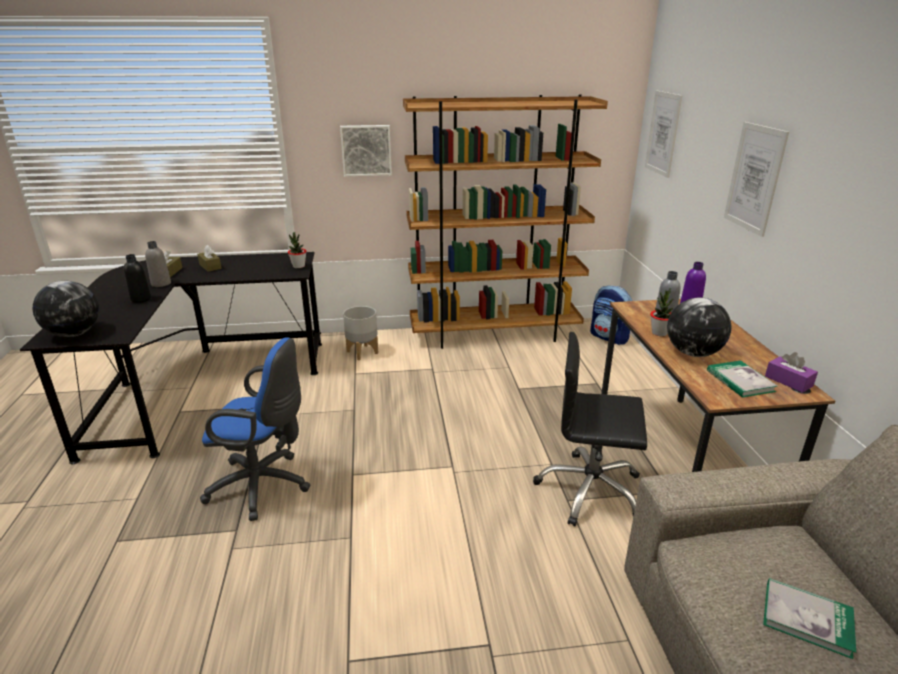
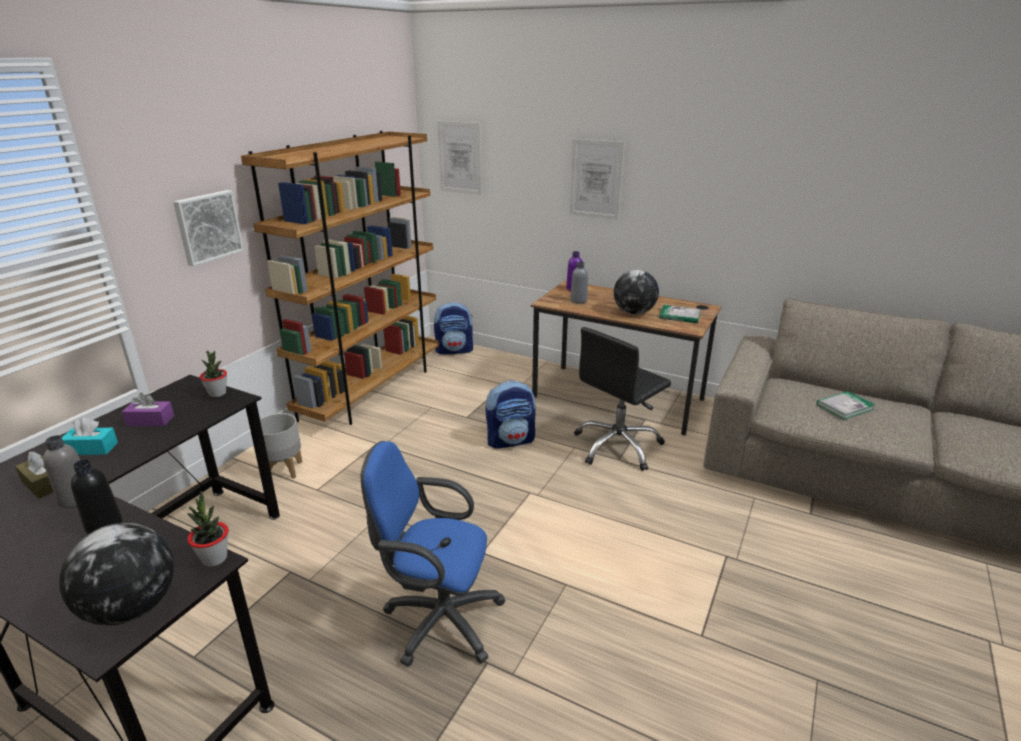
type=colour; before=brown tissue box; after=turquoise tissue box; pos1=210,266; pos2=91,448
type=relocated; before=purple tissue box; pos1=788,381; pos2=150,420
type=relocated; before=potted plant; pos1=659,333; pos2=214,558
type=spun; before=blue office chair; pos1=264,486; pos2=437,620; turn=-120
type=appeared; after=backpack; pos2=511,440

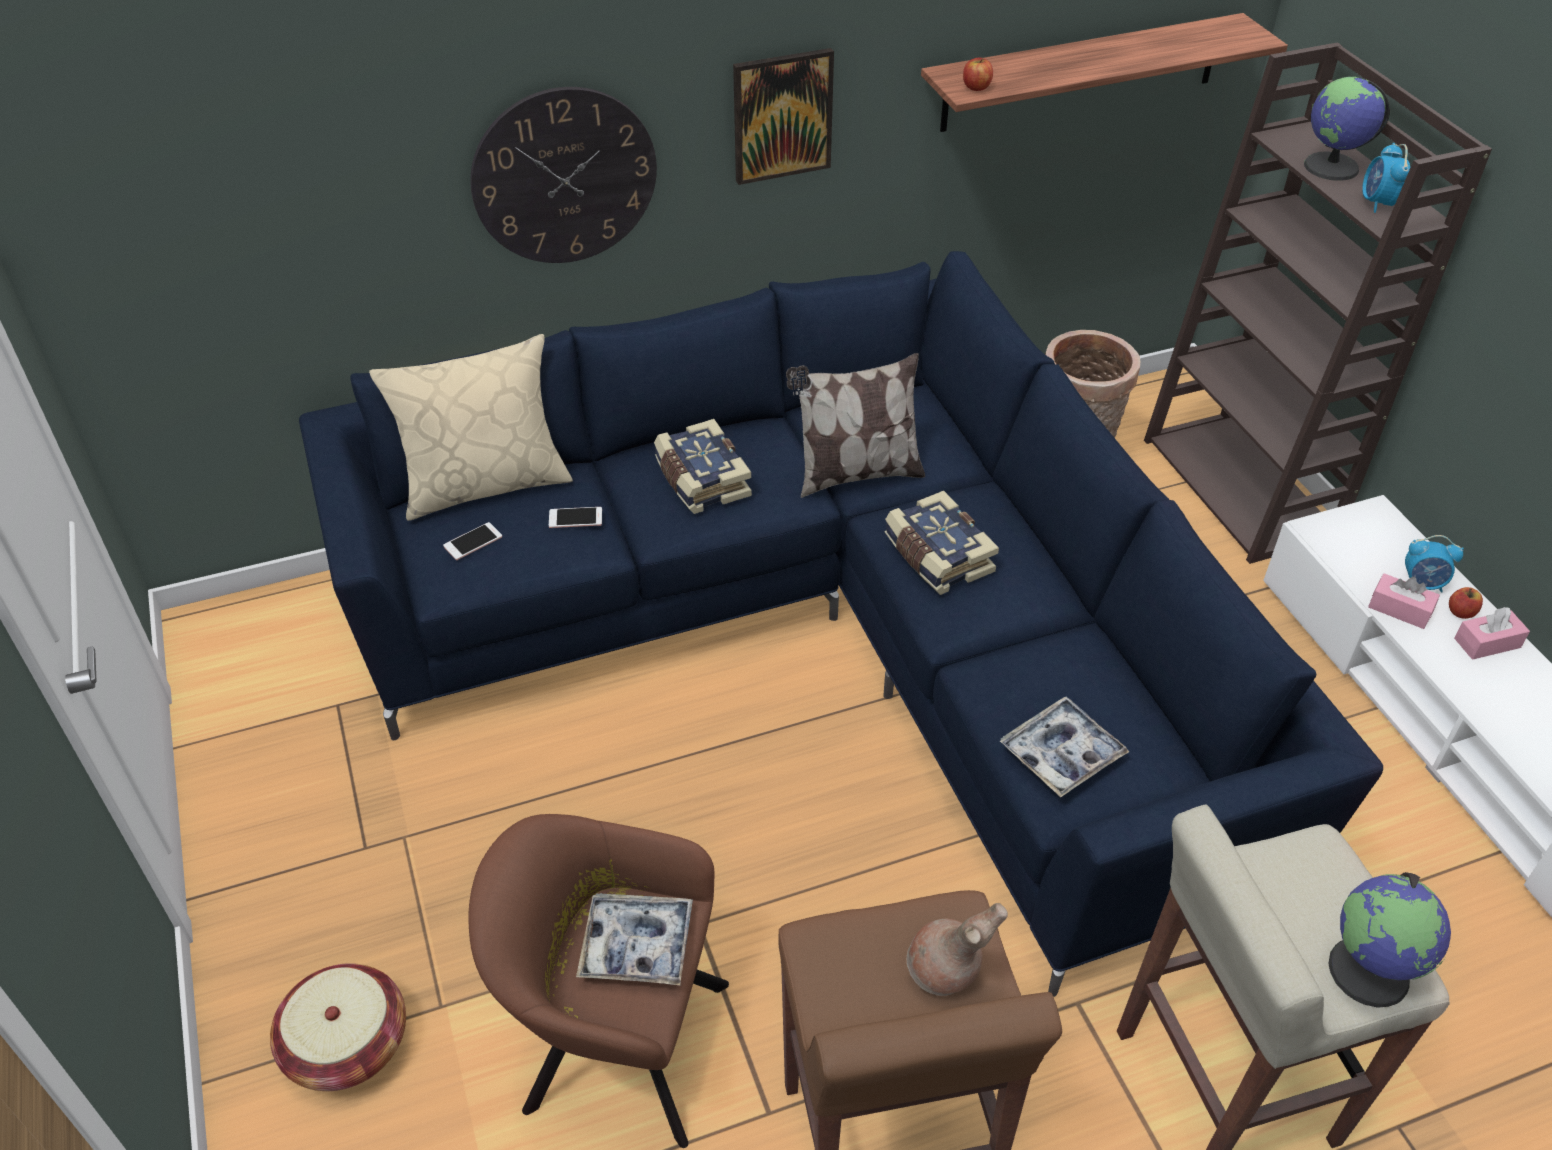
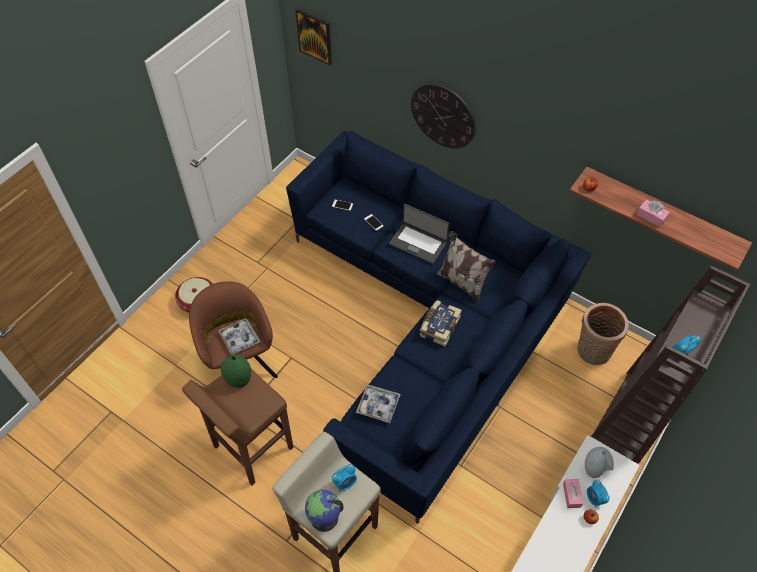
type=appeared; after=green vase; pos2=239,380
type=relocated; before=picture; pos1=782,116; pos2=314,36
type=appeared; after=alarm clock; pos2=345,483
type=exchanged; before=book; after=laptop; pos1=700,480; pos2=418,243
type=appeared; after=grey vase; pos2=595,469
type=relocated; before=pink tissue box; pos1=1487,643; pos2=651,217
type=missing; before=beige pillow; pos1=485,484
type=missing; before=brown vase; pos1=944,974
type=missing; before=globe; pos1=1331,167

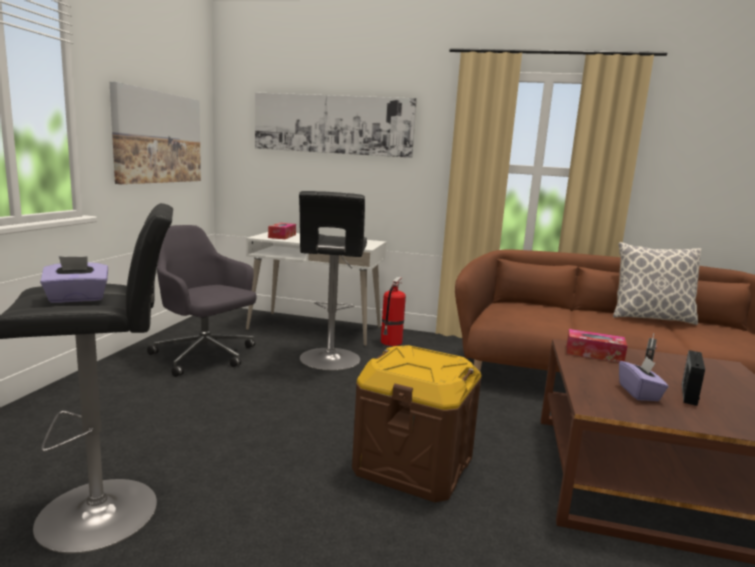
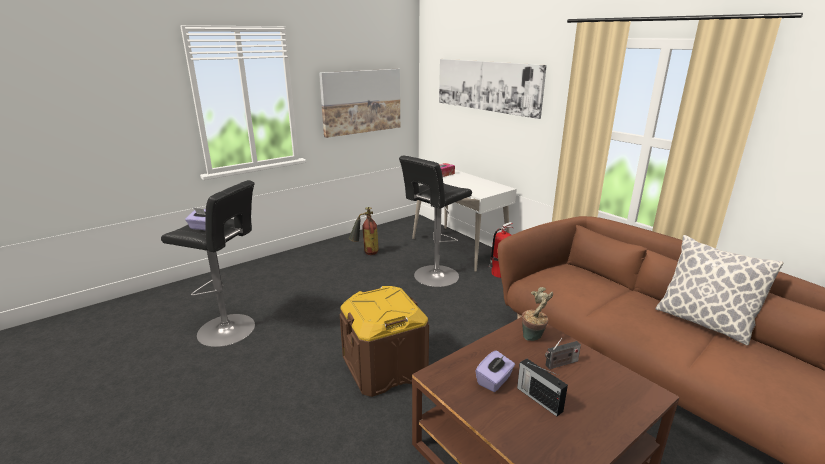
type=exchanged; before=grey office chair; after=fire extinguisher; pos1=205,356; pos2=365,253
type=spun; before=radio; pos1=689,393; pos2=538,398; turn=-105
type=exchanged; before=tissue box; after=potted plant; pos1=594,354; pos2=534,337

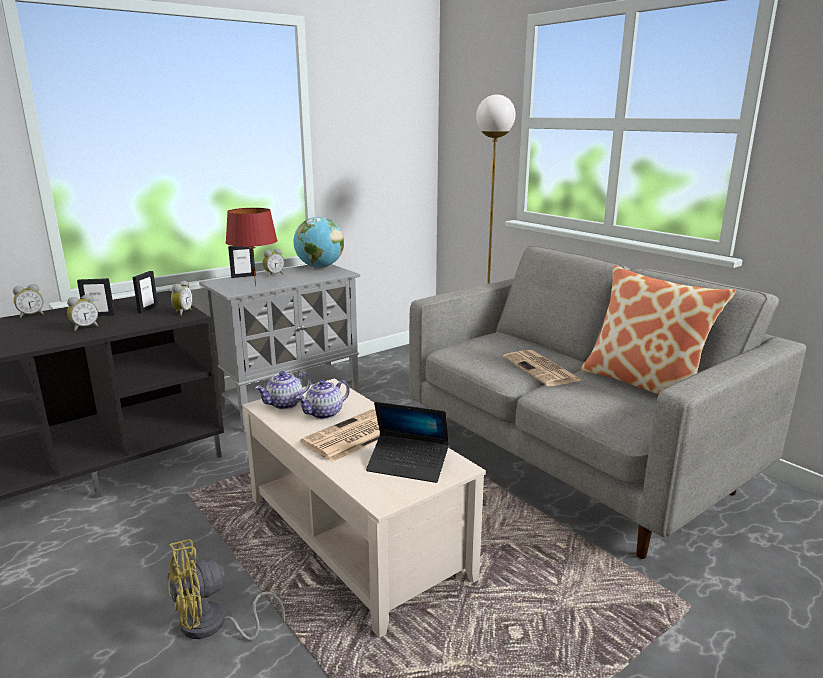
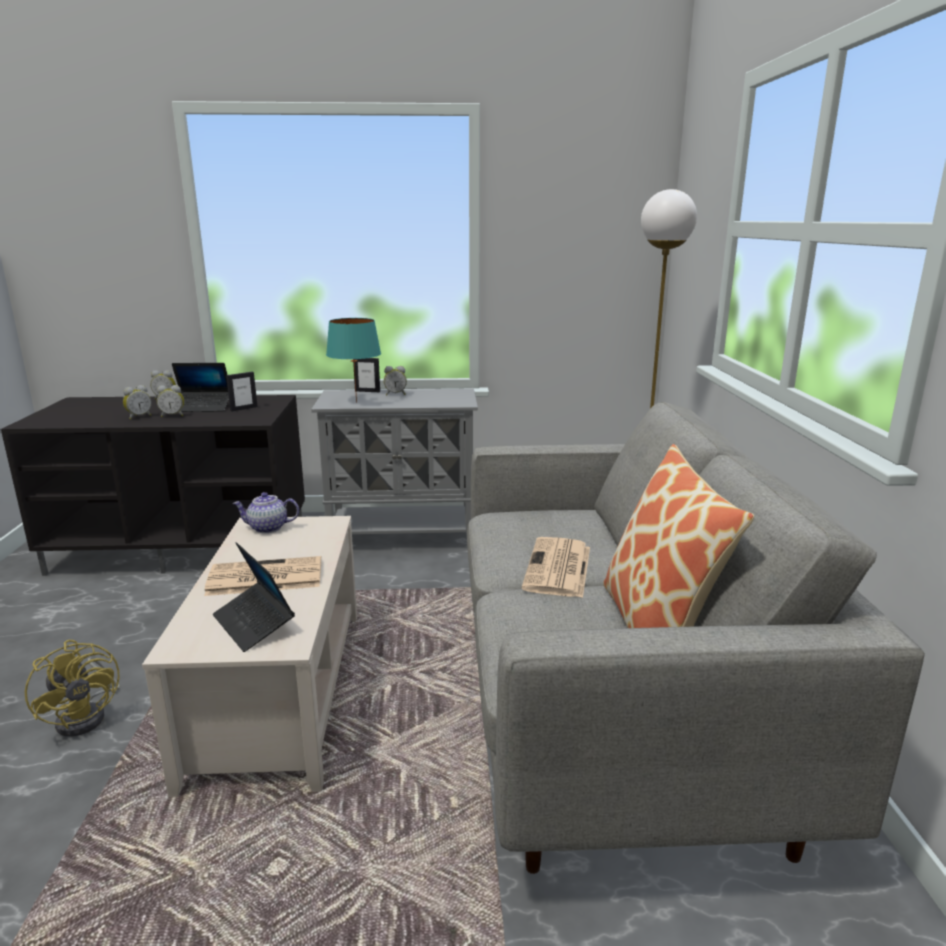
type=spun; before=yellow fan; pos1=212,626; pos2=88,715; turn=-135
type=relocated; before=alarm clock; pos1=182,312; pos2=139,416
type=exchanged; before=picture frame; after=laptop; pos1=99,315; pos2=202,407
type=colour; before=red table lamp; after=turquoise table lamp; pos1=255,285; pos2=356,402
type=missing; before=globe; pos1=319,267
type=missing; before=teapot; pos1=324,413

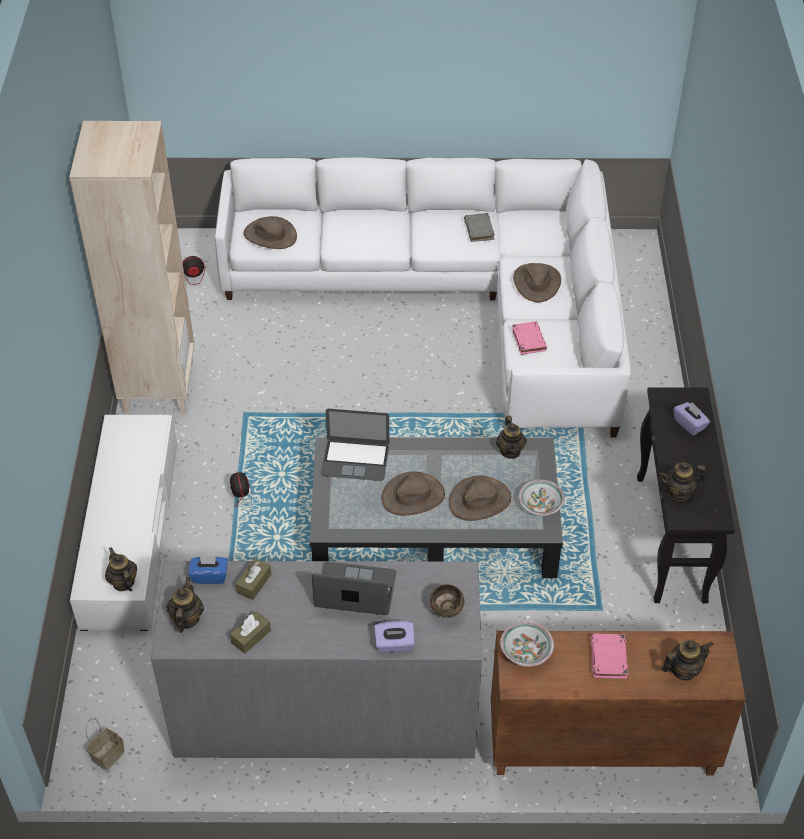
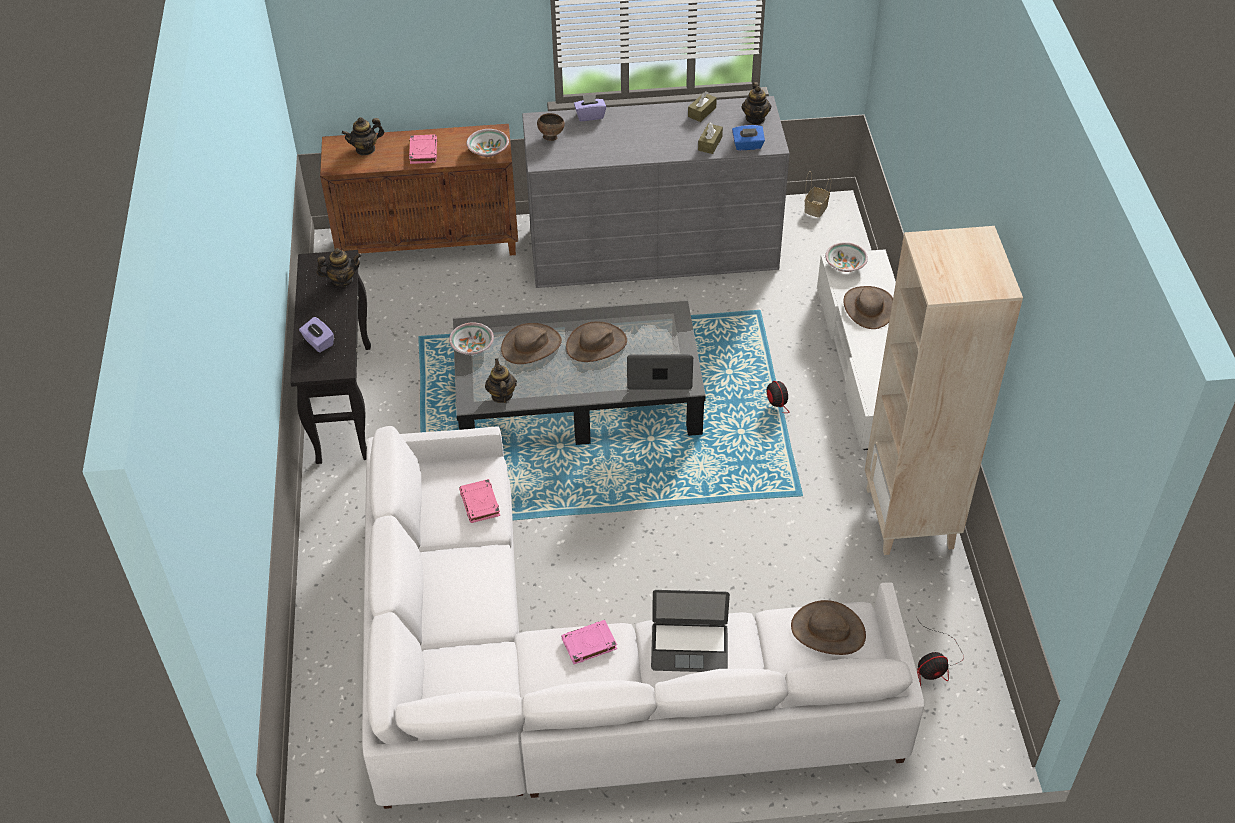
type=appeared; after=pink book; pos2=588,644
type=relocated; before=laptop; pos1=355,590; pos2=689,646
type=exchanged; before=teapot; after=bowl; pos1=123,582; pos2=845,265
type=relocated; before=brown hat; pos1=536,283; pos2=868,308
type=missing; before=grey book; pos1=479,230

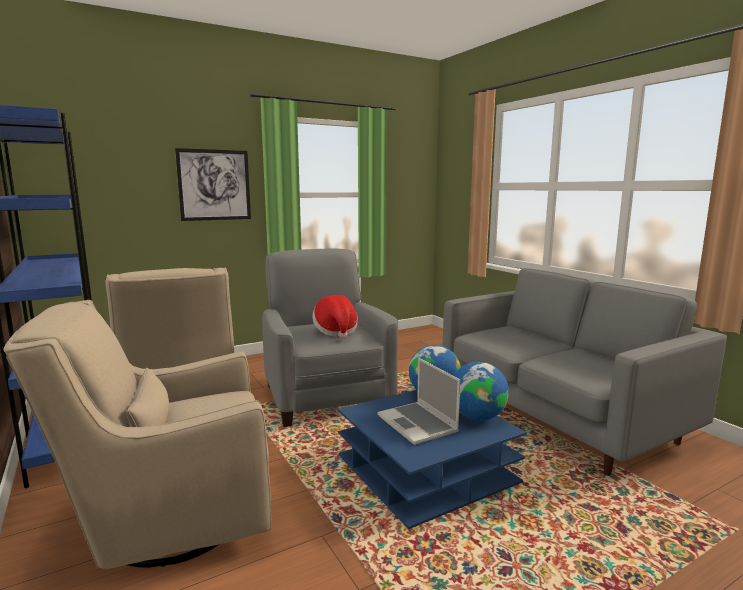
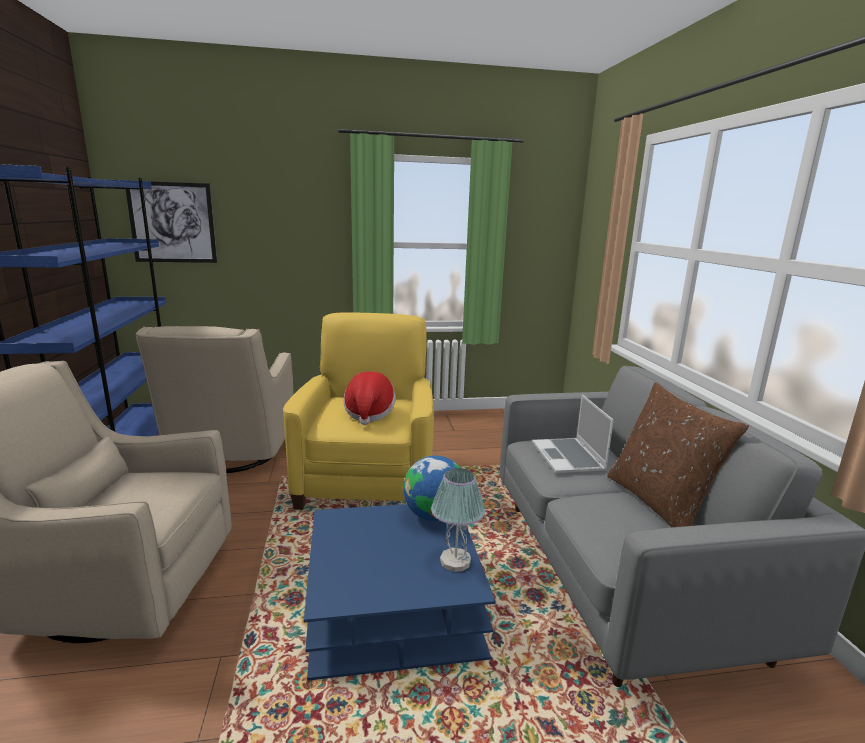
type=relocated; before=picture; pos1=214,185; pos2=172,222
type=colour; before=grey armchair; after=yellow armchair; pos1=326,396; pos2=367,480
type=exchanged; before=globe; after=table lamp; pos1=477,417; pos2=454,561
type=relocated; before=laptop; pos1=418,424; pos2=569,458
type=appeared; after=brown pillow; pos2=659,503

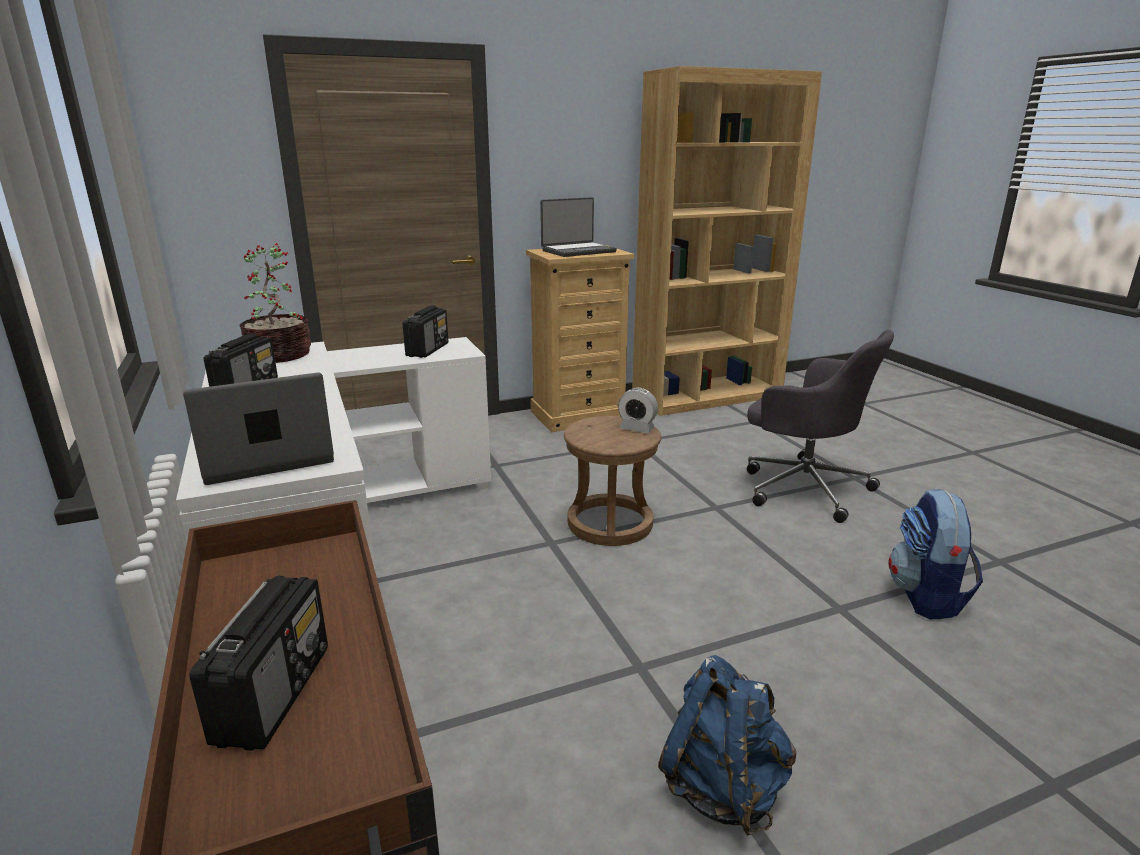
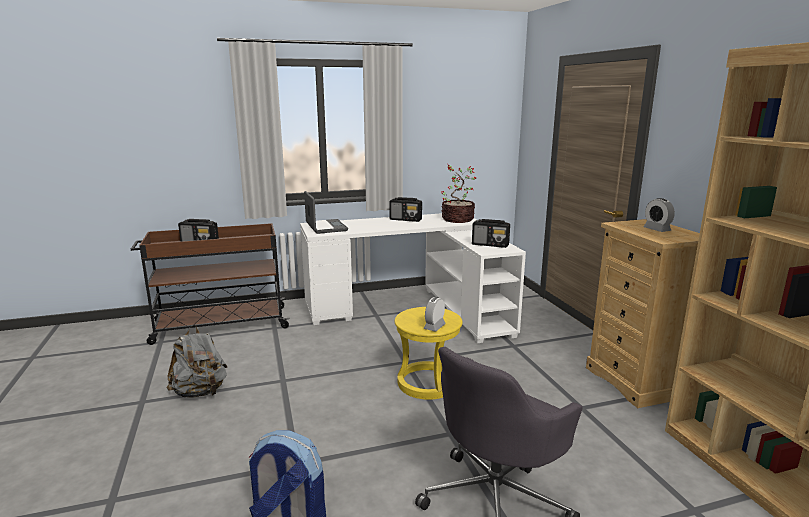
type=colour; before=blue backpack; after=grey backpack; pos1=723,787; pos2=200,392
type=colour; before=brown stool; after=yellow stool; pos1=610,523; pos2=427,383
type=exchanged; before=laptop; after=alarm clock; pos1=578,251; pos2=656,229

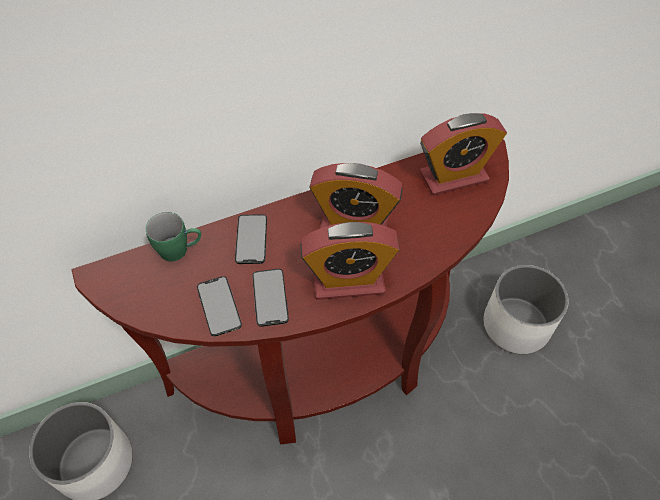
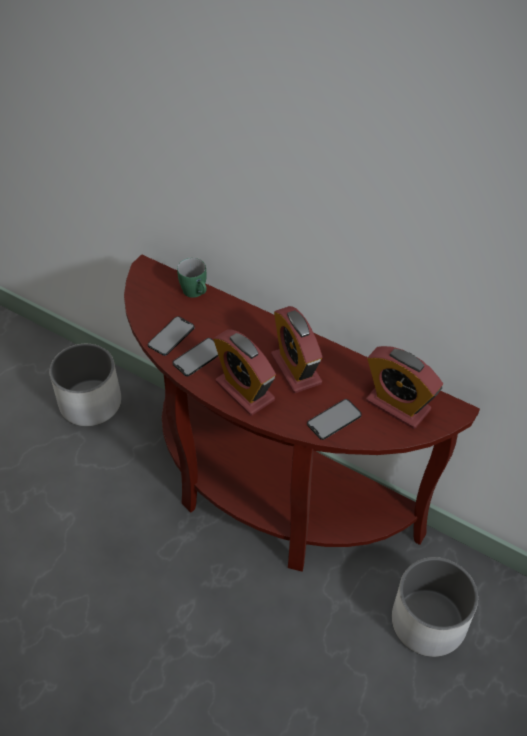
type=relocated; before=phone; pos1=251,239; pos2=334,419

